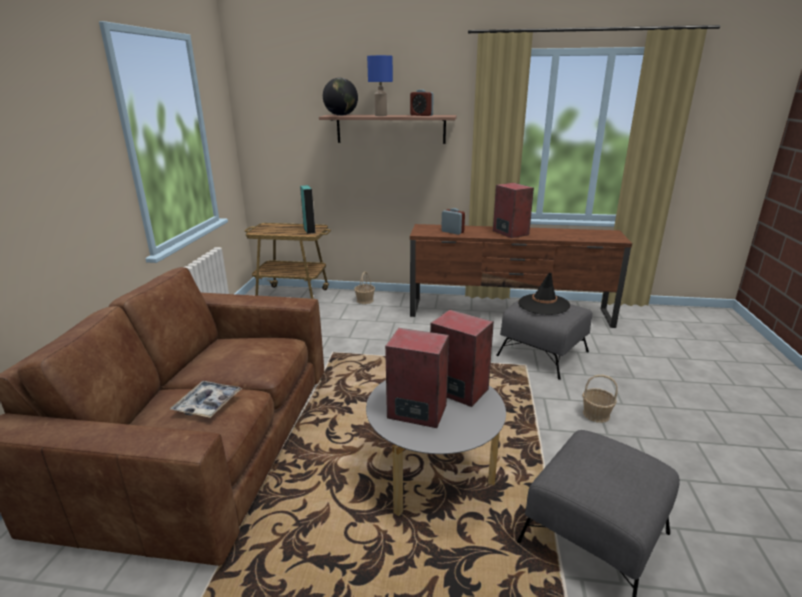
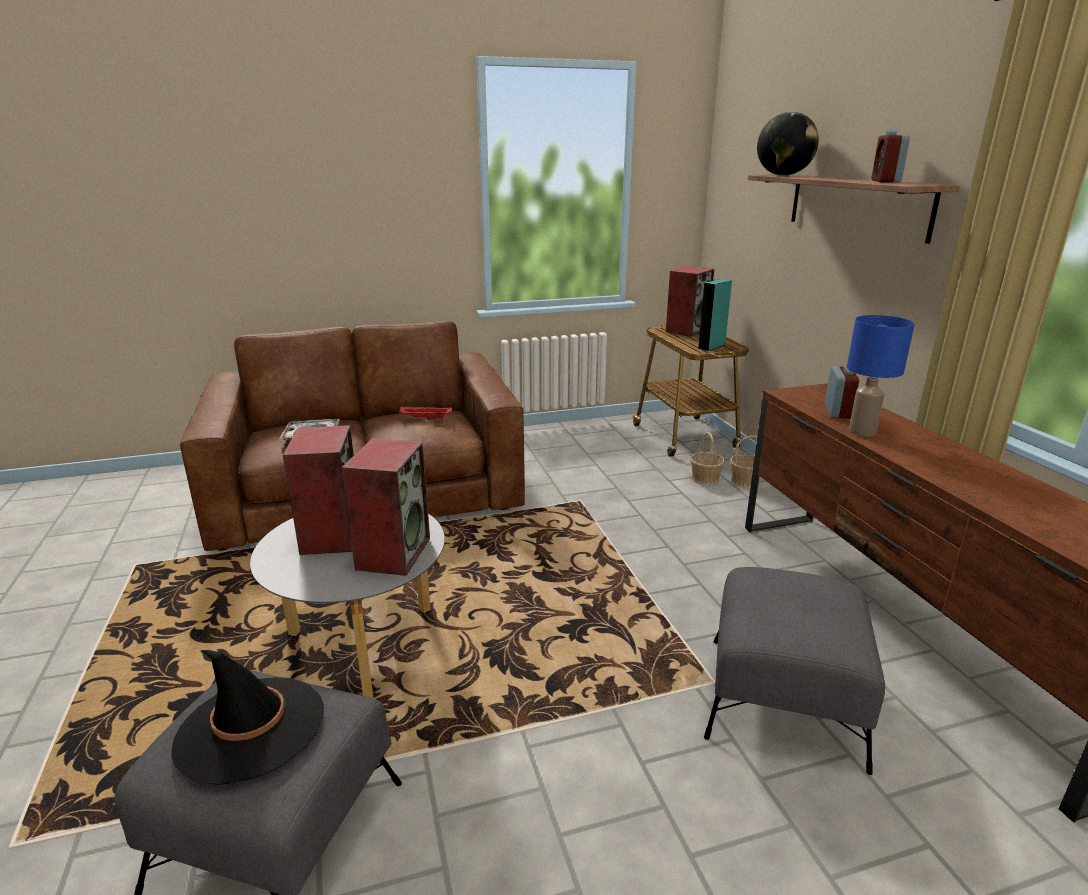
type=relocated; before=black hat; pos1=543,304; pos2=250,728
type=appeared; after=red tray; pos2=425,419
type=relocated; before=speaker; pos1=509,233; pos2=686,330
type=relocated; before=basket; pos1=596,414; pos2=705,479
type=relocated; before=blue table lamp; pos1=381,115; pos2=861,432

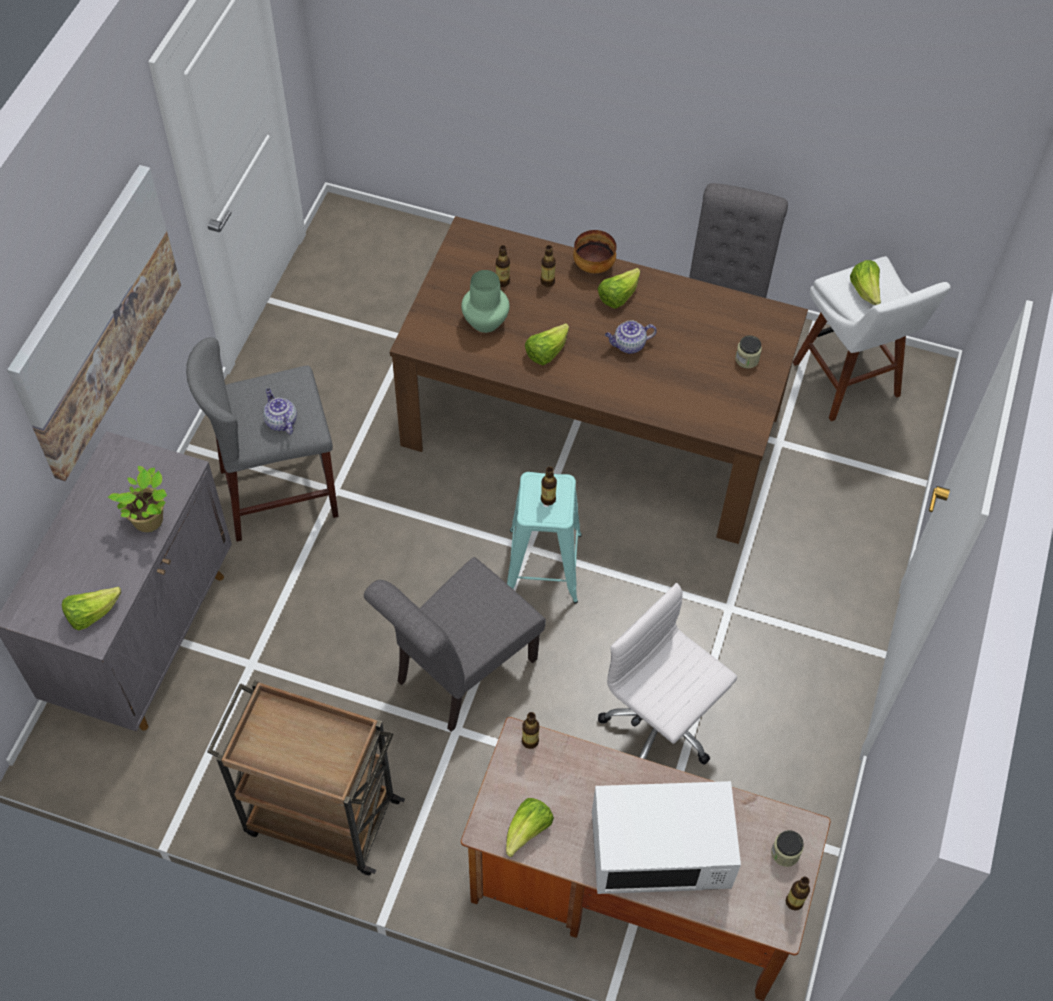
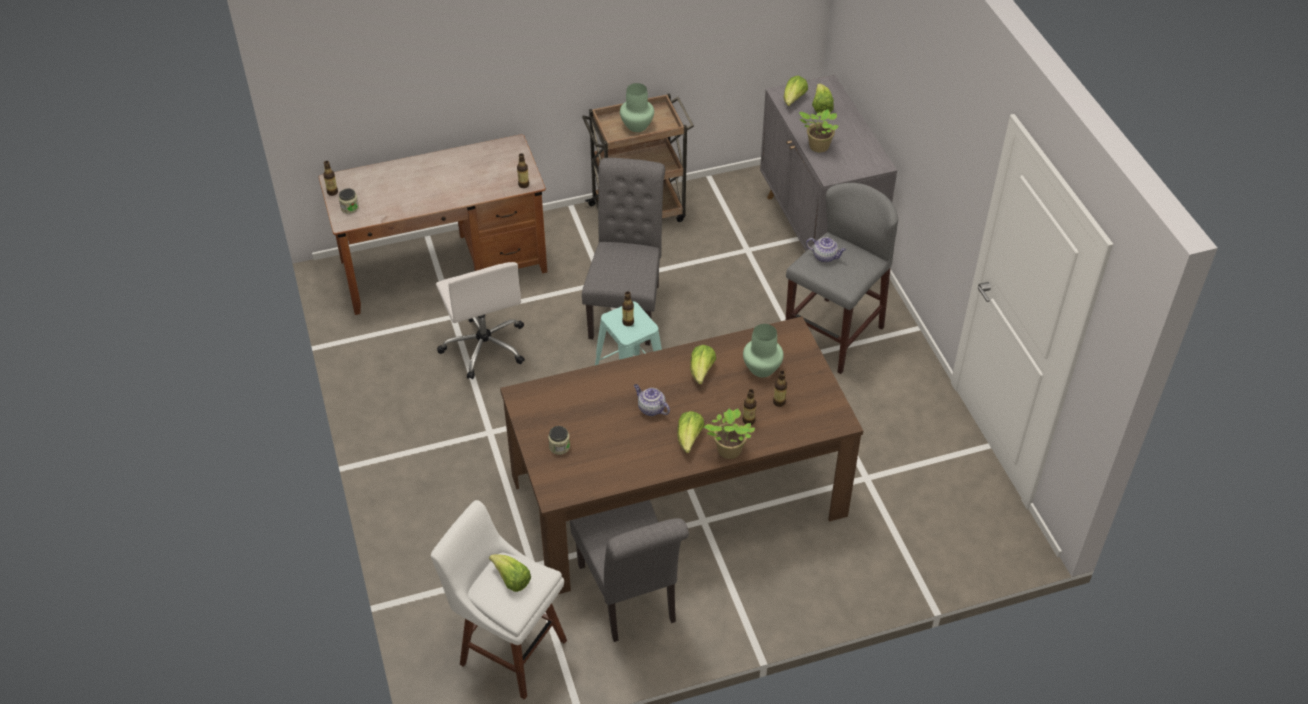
type=spun; before=white office chair; pos1=662,726; pos2=484,346; turn=60
type=appeared; after=green vase; pos2=636,126
type=spun; before=teapot; pos1=628,345; pos2=650,408; turn=-90
type=exchanged; before=bowl; after=potted plant; pos1=593,266; pos2=728,451
type=relocated; before=lettuce; pos1=527,831; pos2=821,107
type=missing; before=picture; pos1=96,322
type=missing; before=white microwave; pos1=660,851

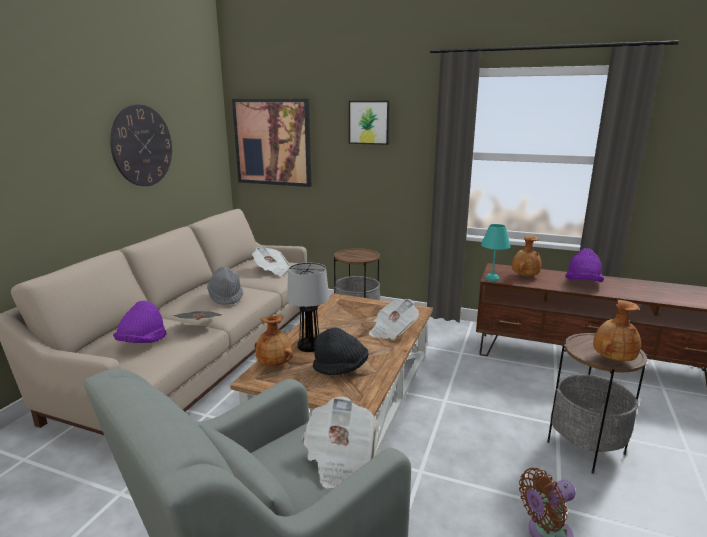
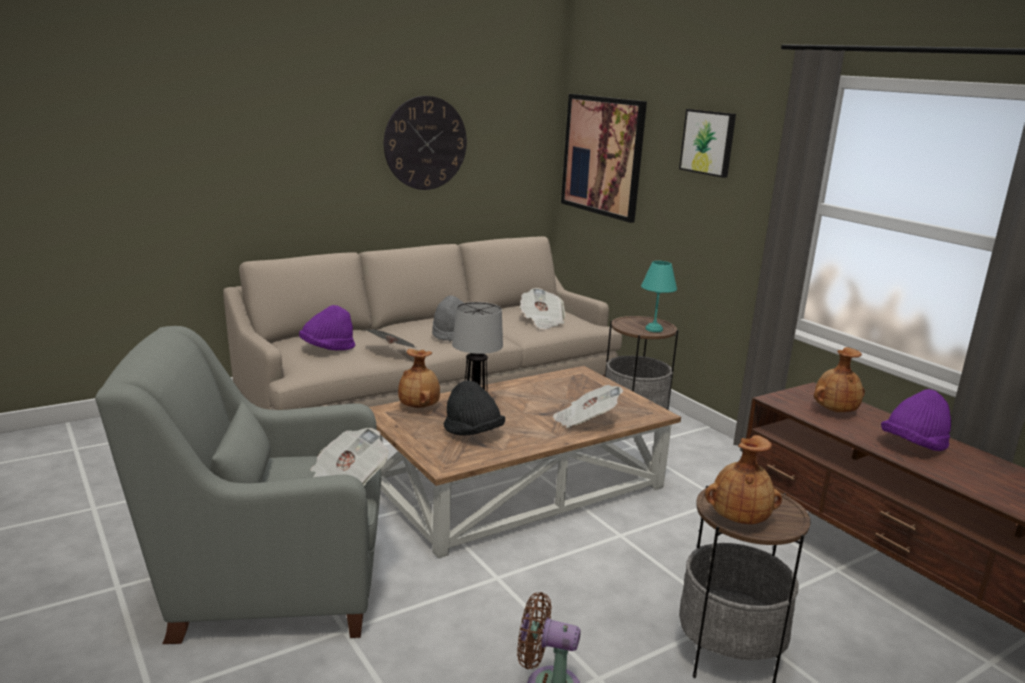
type=relocated; before=turquoise table lamp; pos1=491,278; pos2=654,329

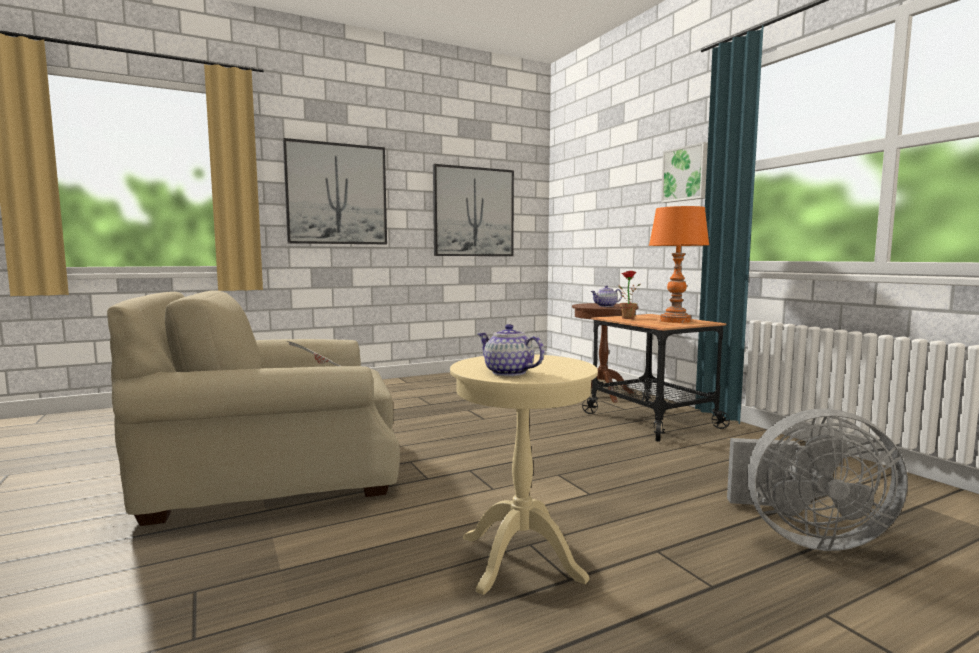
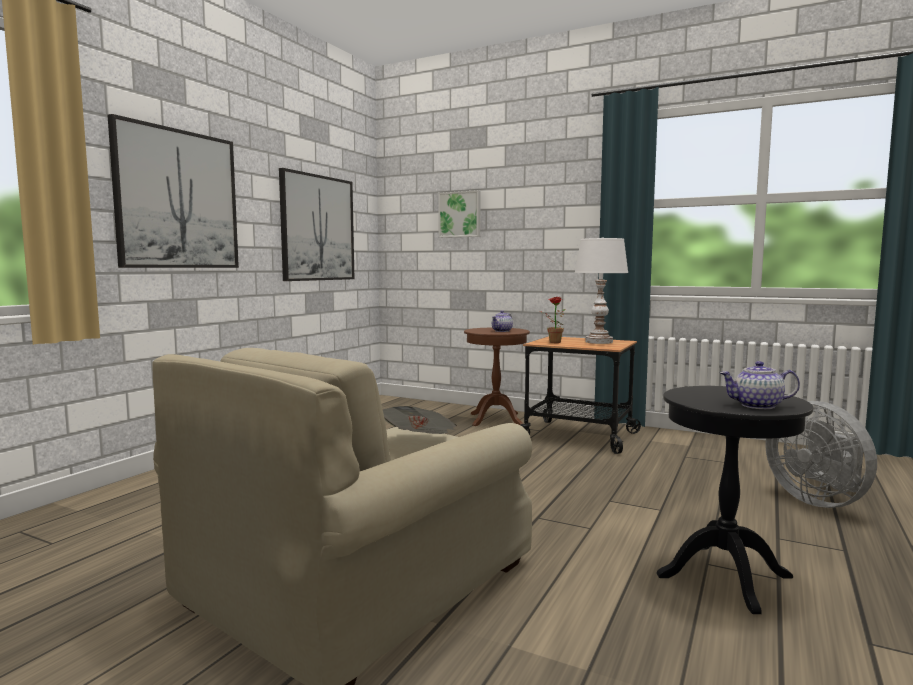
type=relocated; before=picture; pos1=685,174; pos2=460,214
type=colour; before=orange table lamp; after=white table lamp; pos1=675,321; pos2=599,342
type=colour; before=beige side table; after=black side table; pos1=521,558; pos2=724,576
type=spun; before=grey fan; pos1=805,537; pos2=818,500; turn=90

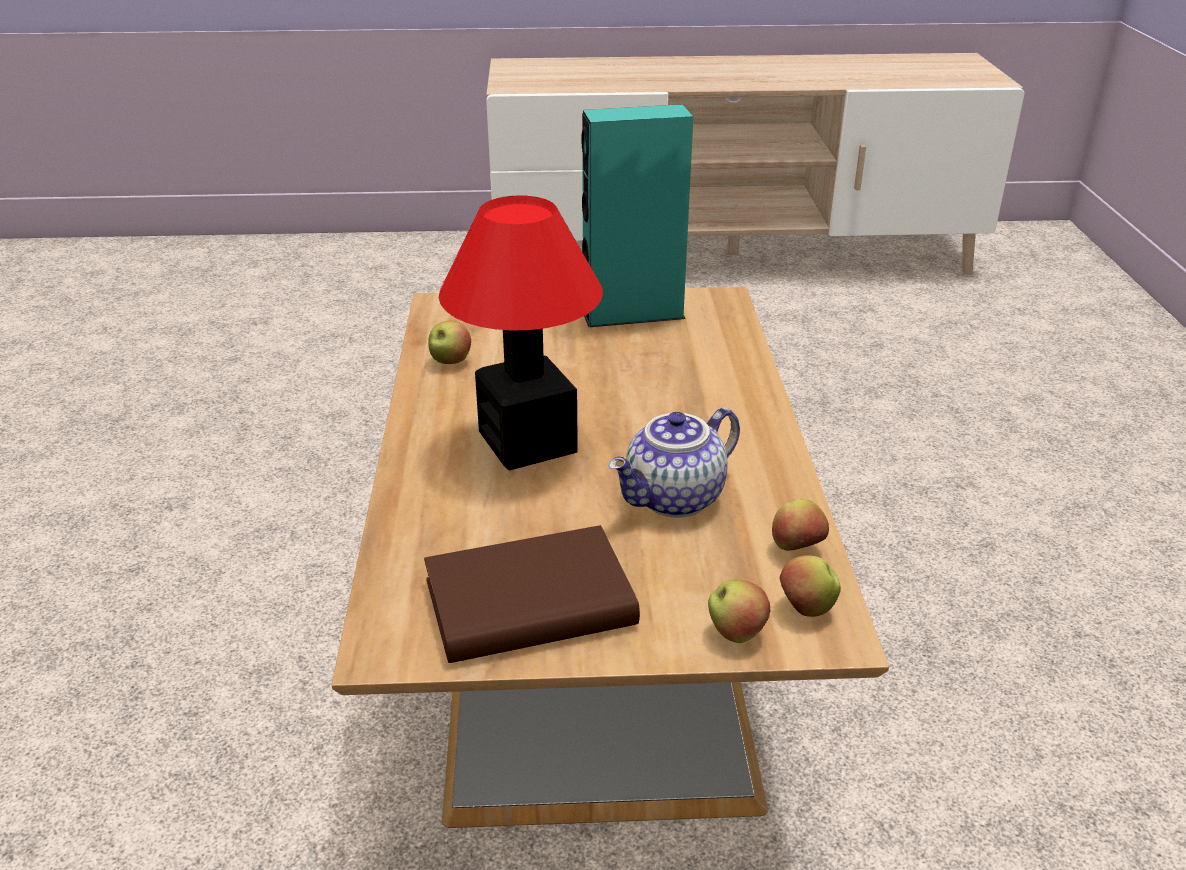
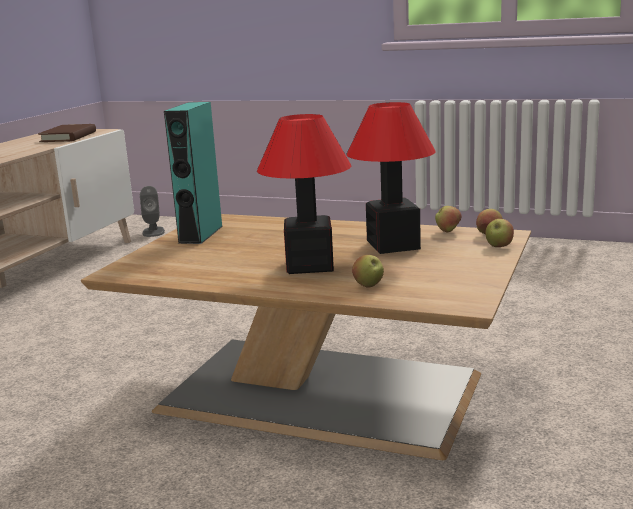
type=relocated; before=brown book; pos1=530,603; pos2=68,137
type=appeared; after=grey speaker; pos2=153,232
type=exchanged; before=teapot; after=table lamp; pos1=675,499; pos2=393,245
type=relocated; before=apple; pos1=450,361; pos2=368,286

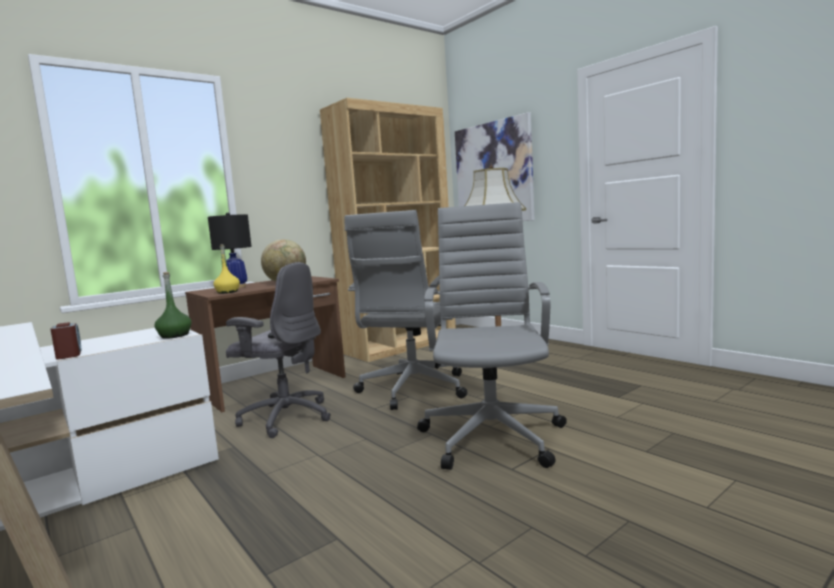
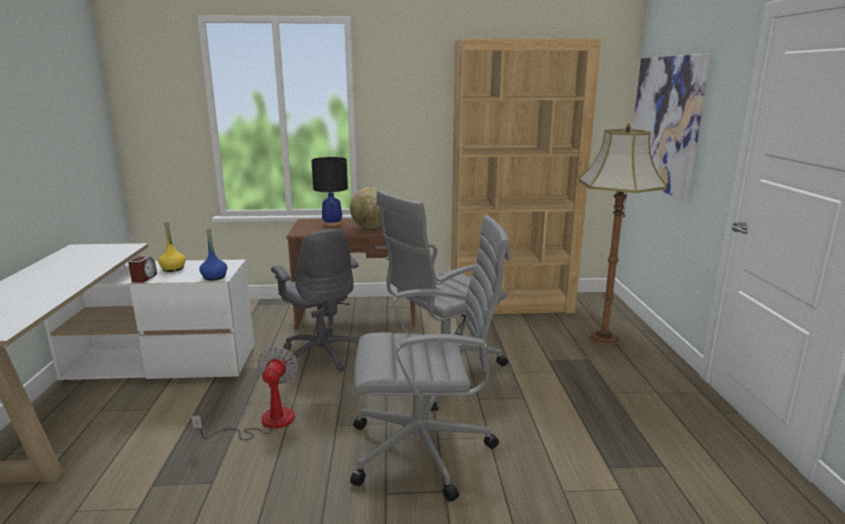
type=relocated; before=yellow bottle; pos1=228,292; pos2=173,269
type=appeared; after=fan; pos2=265,423
type=colour; before=green bottle; after=blue bottle; pos1=175,335; pos2=214,277
type=spun; before=grey office chair; pos1=492,435; pos2=425,450; turn=45

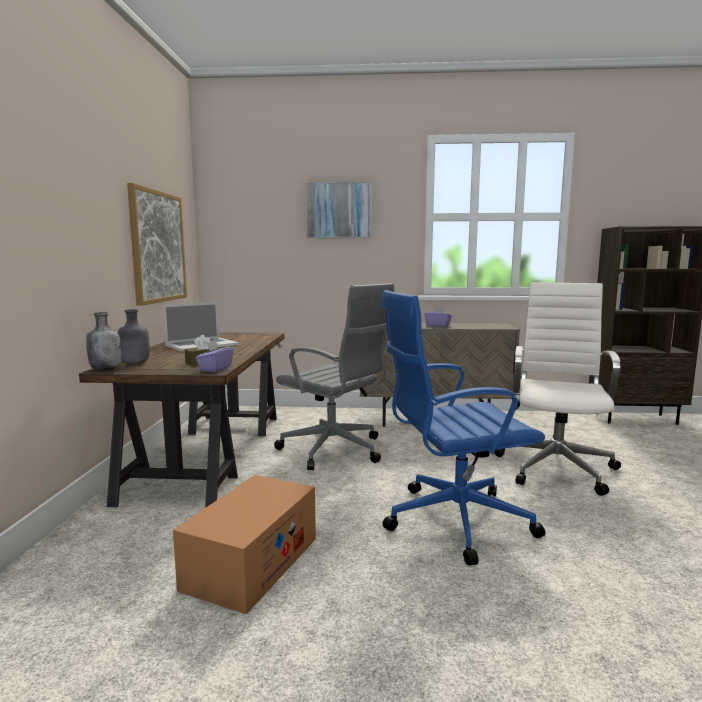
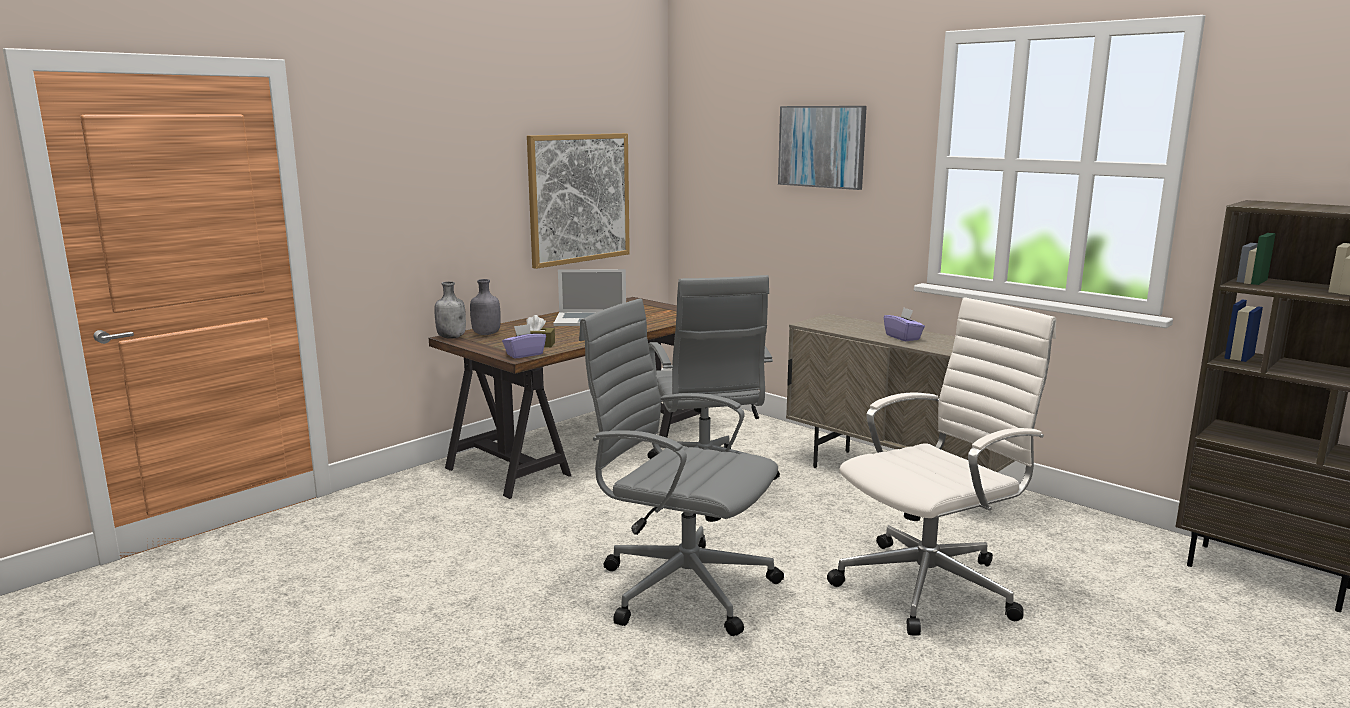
type=colour; before=blue office chair; after=grey office chair; pos1=453,521; pos2=681,586
type=missing; before=cardboard box; pos1=252,563

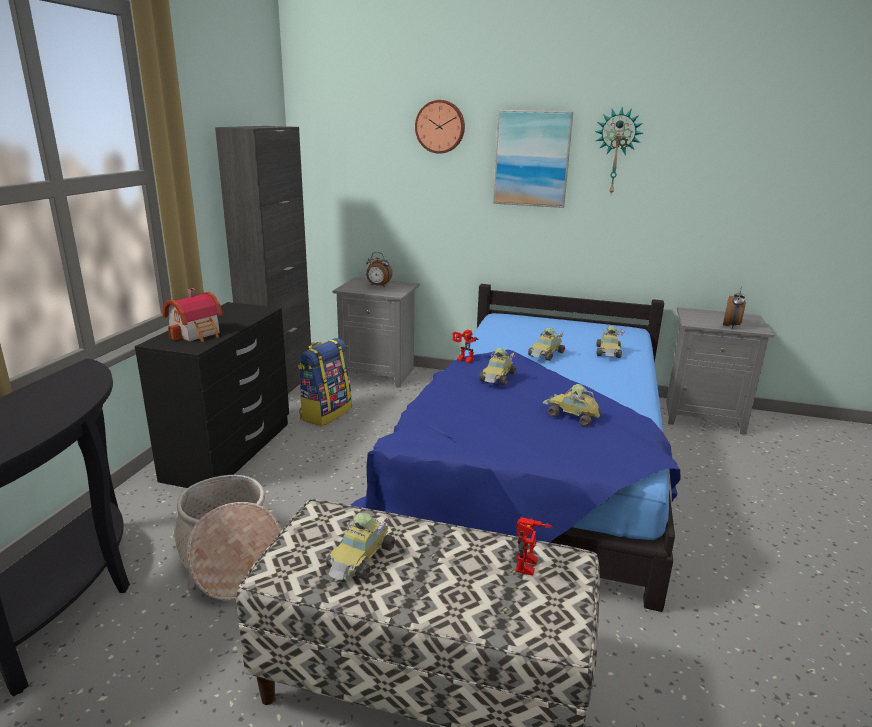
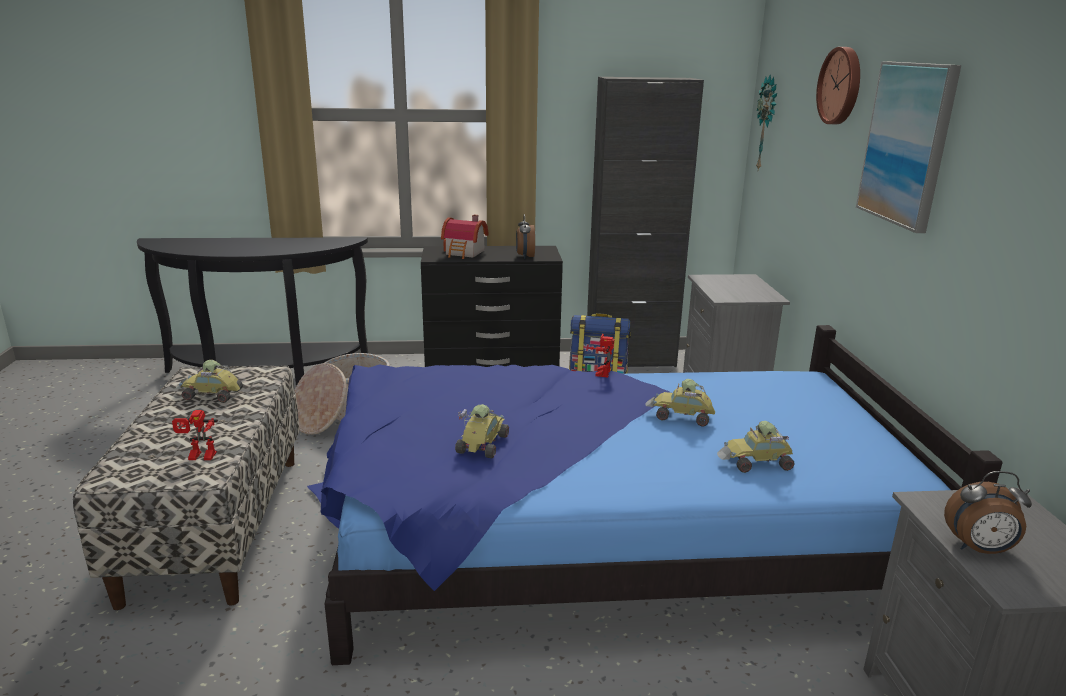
type=relocated; before=alarm clock; pos1=378,286; pos2=525,256
type=relocated; before=wall clock; pos1=616,152; pos2=767,123
type=missing; before=toy car; pos1=498,377

